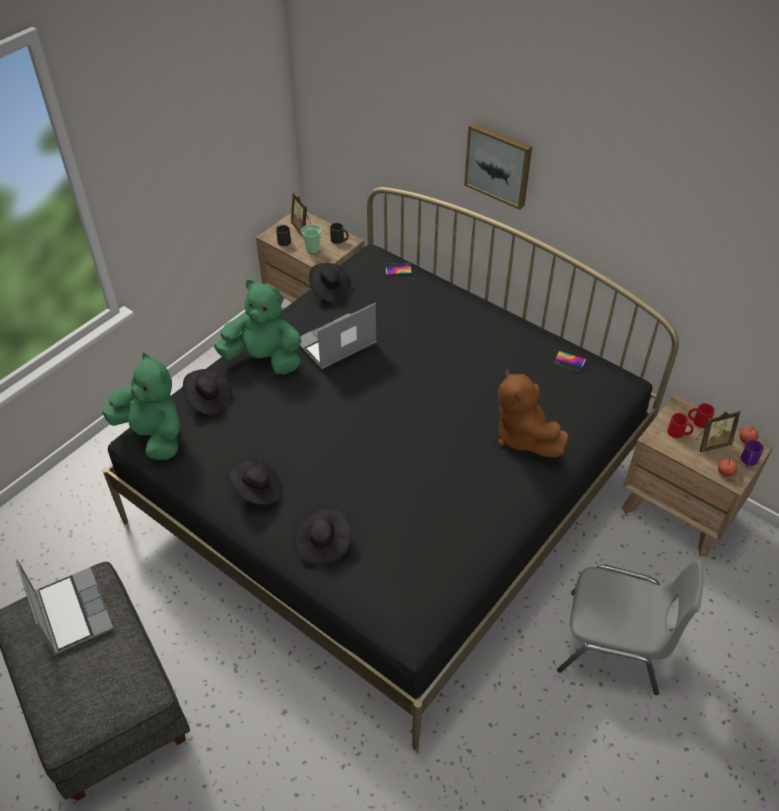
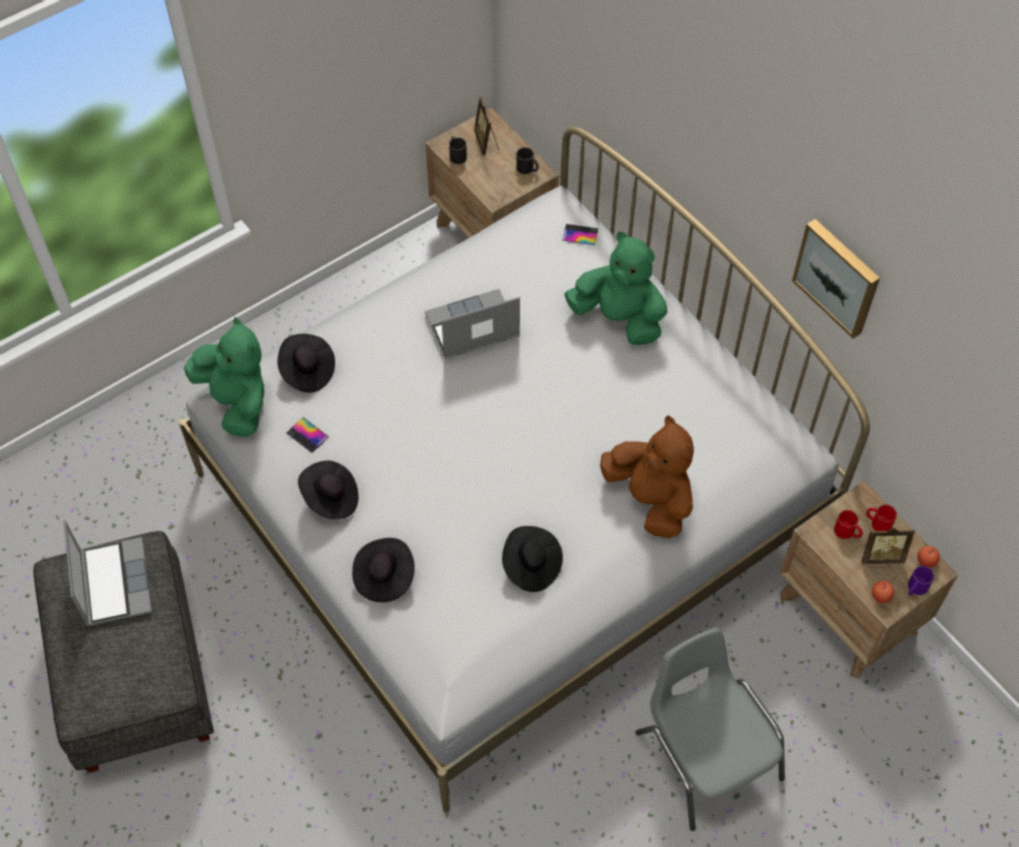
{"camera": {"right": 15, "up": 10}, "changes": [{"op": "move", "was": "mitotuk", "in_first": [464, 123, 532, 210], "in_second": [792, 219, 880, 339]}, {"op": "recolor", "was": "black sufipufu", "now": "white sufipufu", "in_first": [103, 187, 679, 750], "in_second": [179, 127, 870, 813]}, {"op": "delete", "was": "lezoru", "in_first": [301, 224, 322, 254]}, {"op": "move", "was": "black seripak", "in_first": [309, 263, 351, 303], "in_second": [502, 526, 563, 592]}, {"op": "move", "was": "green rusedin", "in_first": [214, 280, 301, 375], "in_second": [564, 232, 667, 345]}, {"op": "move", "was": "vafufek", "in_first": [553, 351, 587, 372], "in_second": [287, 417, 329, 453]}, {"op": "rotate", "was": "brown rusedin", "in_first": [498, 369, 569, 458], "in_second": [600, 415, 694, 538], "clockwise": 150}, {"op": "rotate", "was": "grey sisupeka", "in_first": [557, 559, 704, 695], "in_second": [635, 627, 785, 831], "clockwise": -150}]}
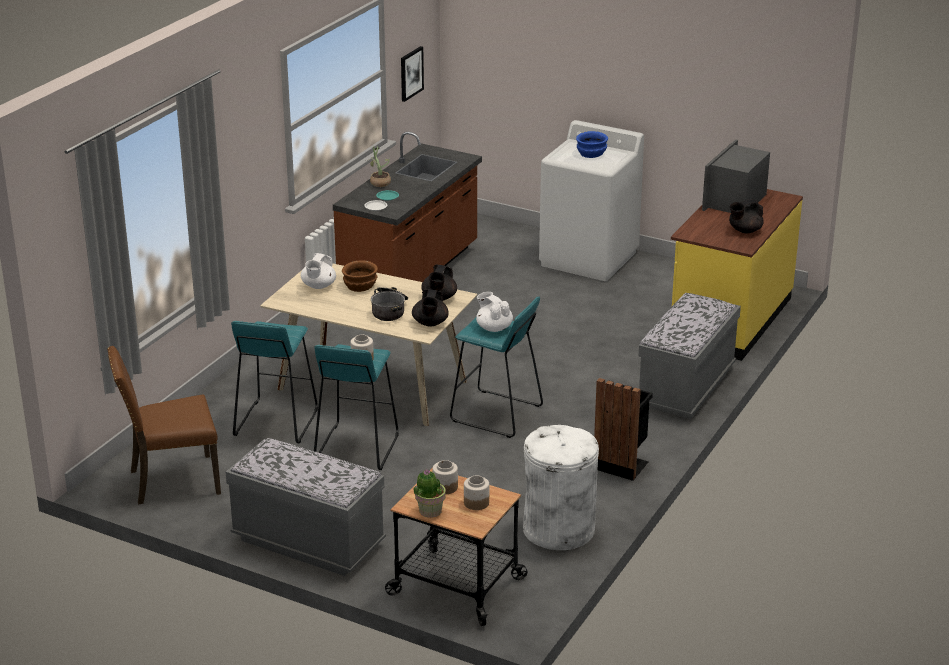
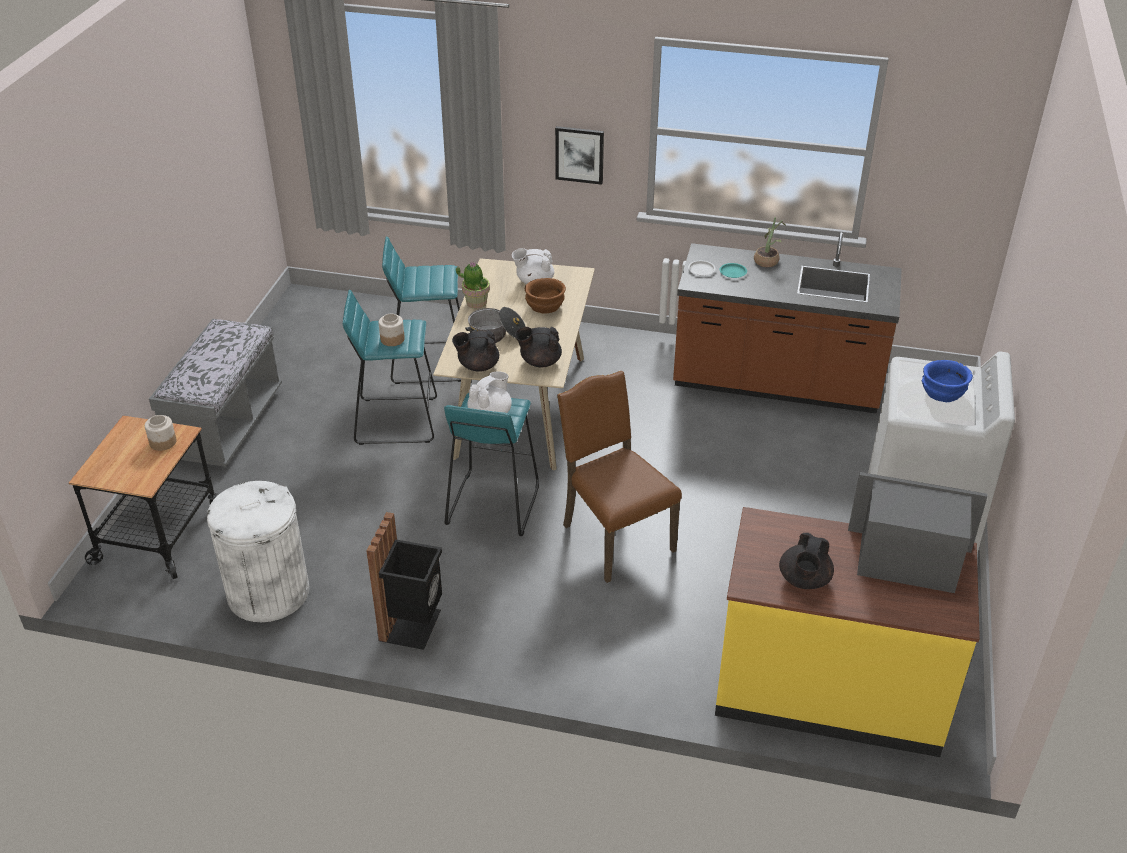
{"camera": {"right": 75, "up": 10}, "changes": [{"op": "move", "was": "mitotuk", "in_first": [401, 46, 424, 102], "in_second": [555, 126, 604, 185]}, {"op": "rotate", "was": "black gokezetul", "in_first": [729, 199, 764, 233], "in_second": [779, 533, 834, 589], "clockwise": -120}, {"op": "delete", "was": "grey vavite", "in_first": [638, 293, 741, 419]}, {"op": "move", "was": "brown sisupeka", "in_first": [107, 346, 221, 505], "in_second": [557, 371, 682, 583]}, {"op": "move", "was": "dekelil", "in_first": [414, 469, 446, 518], "in_second": [456, 262, 490, 309]}, {"op": "delete", "was": "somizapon", "in_first": [464, 475, 489, 510]}]}
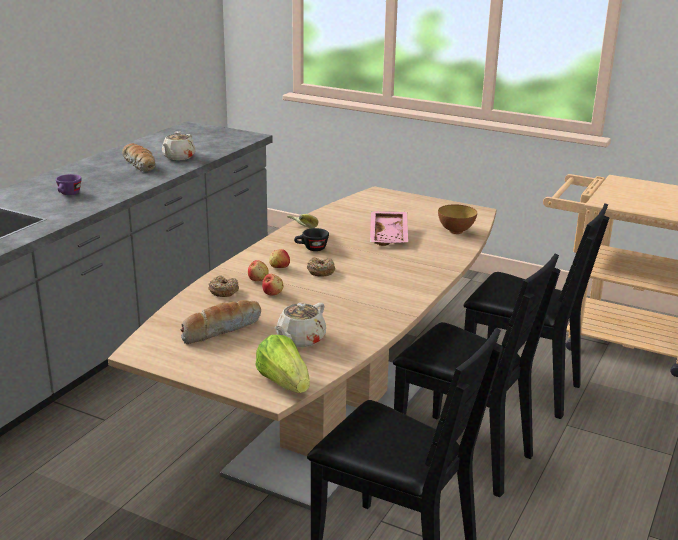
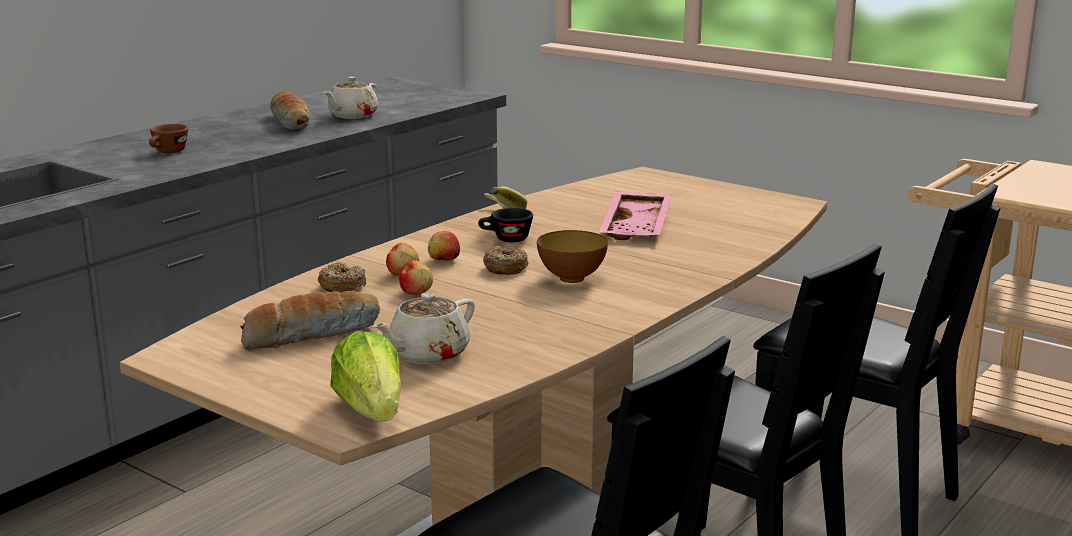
{"camera": {"right": 10, "up": -5}, "changes": [{"op": "recolor", "was": "purple lezoru", "now": "brown lezoru", "in_first": [56, 174, 82, 195], "in_second": [149, 124, 188, 153]}, {"op": "move", "was": "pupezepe", "in_first": [438, 204, 477, 234], "in_second": [537, 230, 608, 283]}]}
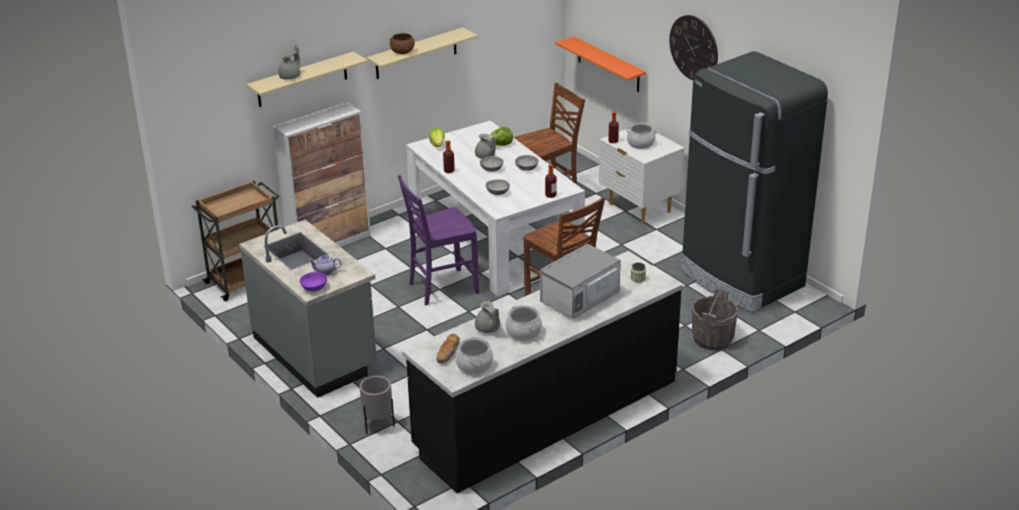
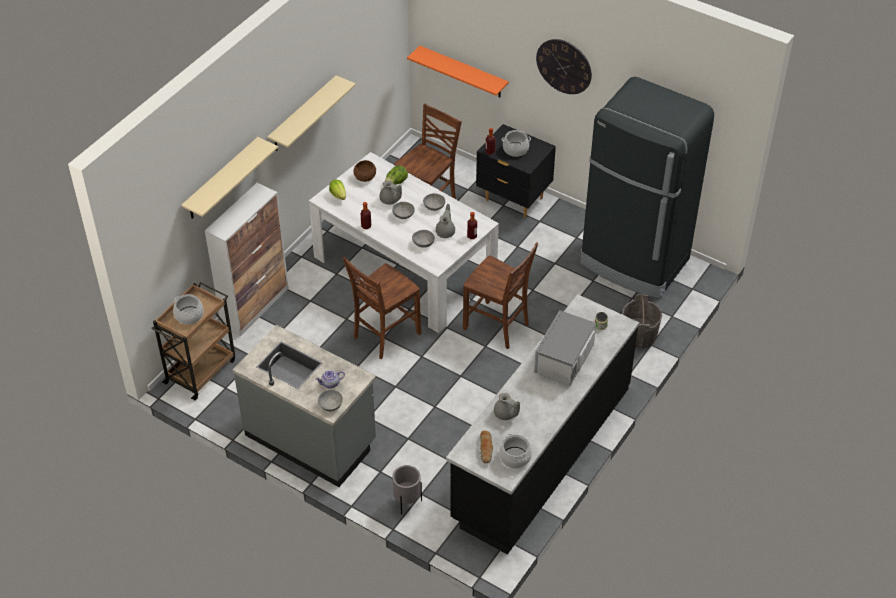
{"camera": {"right": -20, "up": 15}, "changes": [{"op": "move", "was": "brown pupezepe", "in_first": [390, 33, 415, 54], "in_second": [353, 160, 376, 182]}, {"op": "move", "was": "grey gokezetul", "in_first": [278, 44, 300, 80], "in_second": [436, 204, 455, 238]}, {"op": "recolor", "was": "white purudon", "now": "black purudon", "in_first": [599, 129, 685, 224], "in_second": [476, 124, 556, 218]}, {"op": "recolor", "was": "purple sisupeka", "now": "brown sisupeka", "in_first": [398, 175, 480, 305], "in_second": [343, 257, 421, 359]}, {"op": "recolor", "was": "purple pupezepe", "now": "grey pupezepe", "in_first": [300, 272, 327, 292], "in_second": [318, 390, 343, 411]}, {"op": "move", "was": "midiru", "in_first": [505, 306, 542, 341], "in_second": [173, 294, 204, 325]}]}
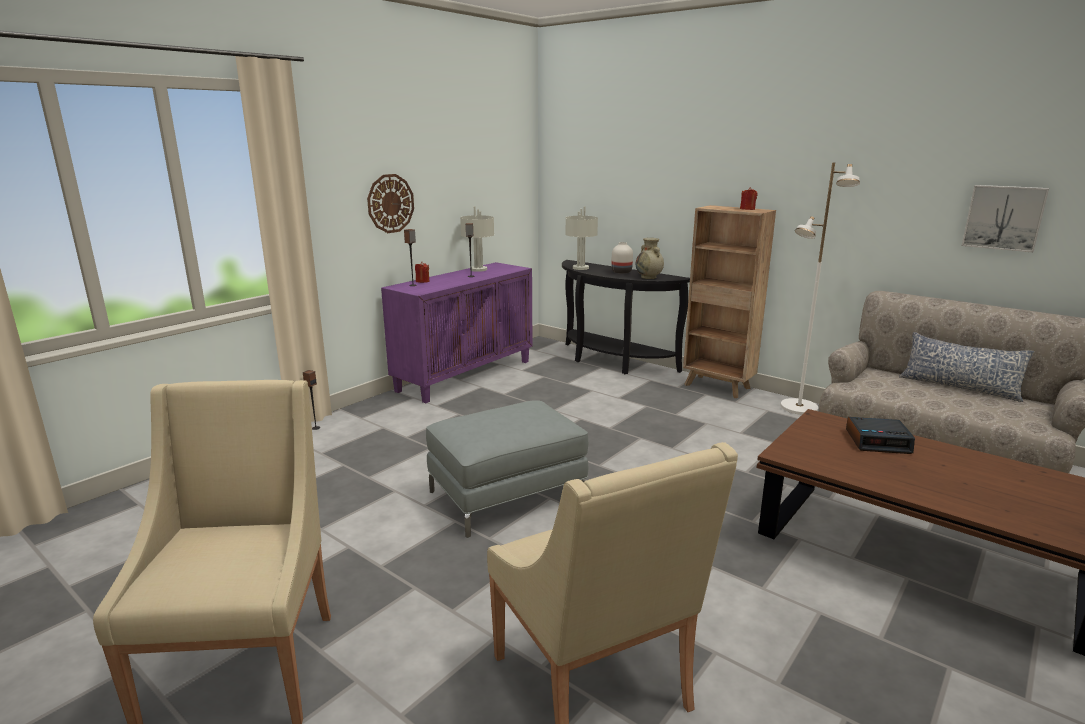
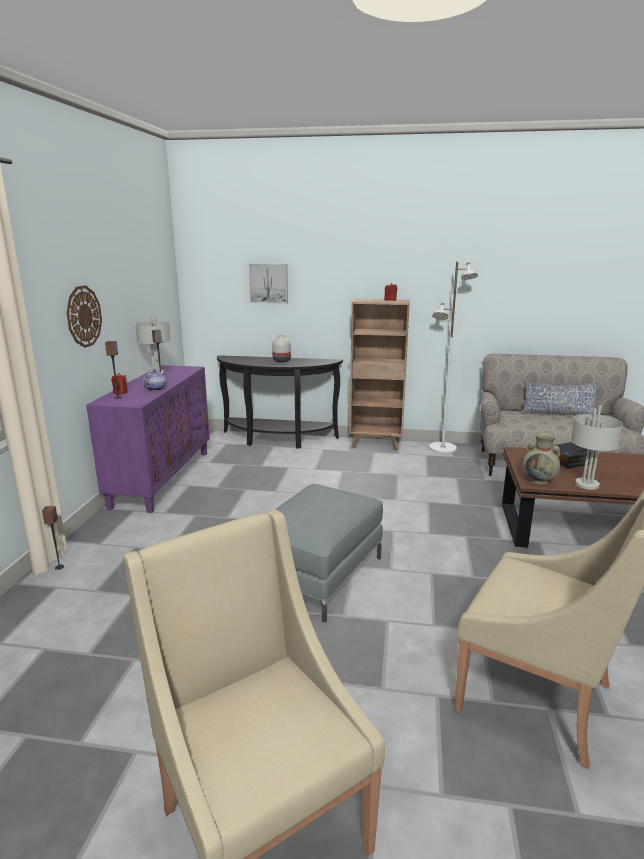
{"camera": {"right": -30, "up": 0}, "changes": [{"op": "move", "was": "mitotuk", "in_first": [962, 185, 1049, 253], "in_second": [248, 263, 288, 304]}, {"op": "move", "was": "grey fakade", "in_first": [565, 206, 598, 270], "in_second": [571, 405, 623, 490]}, {"op": "move", "was": "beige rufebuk", "in_first": [636, 238, 664, 279], "in_second": [523, 432, 560, 485]}, {"op": "insert", "now": "gokezetul", "in_second": [142, 369, 167, 391]}]}
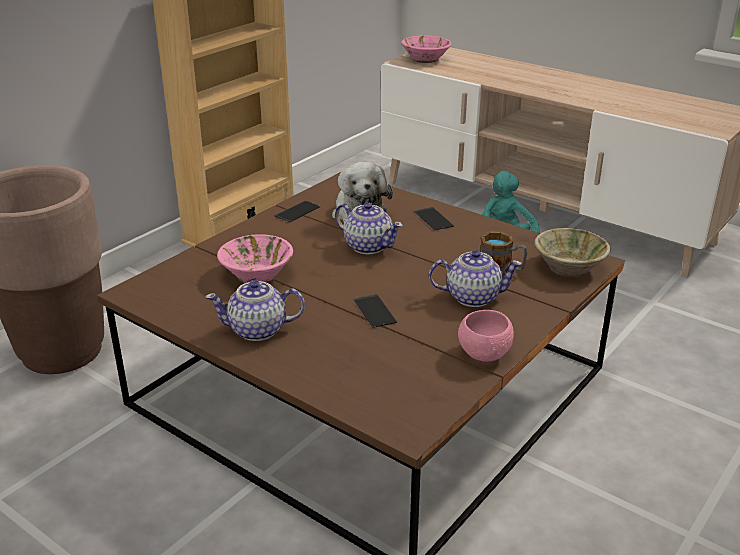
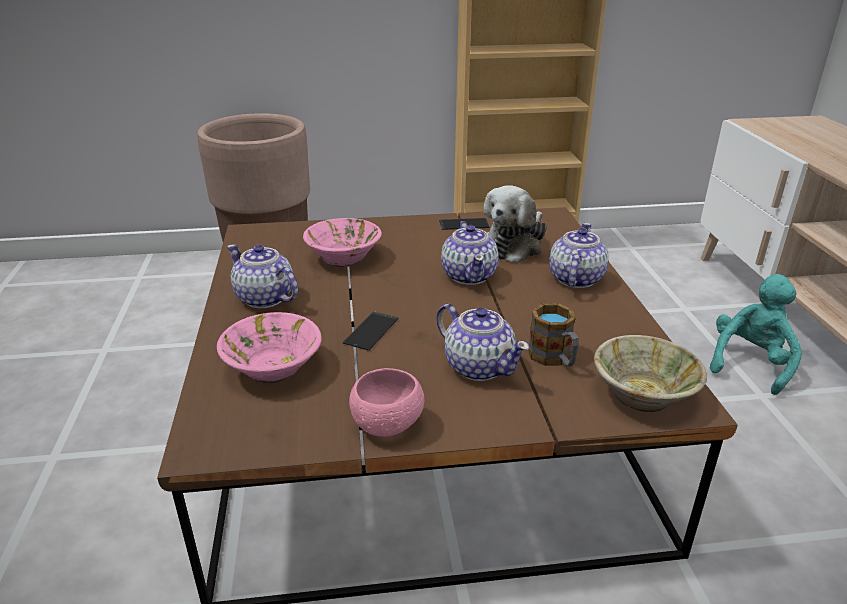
{"camera": {"right": 45, "up": 0}, "changes": [{"op": "move", "was": "pink pupezepe", "in_first": [401, 35, 452, 63], "in_second": [217, 312, 322, 383]}, {"op": "replace", "was": "vafufek", "now": "gokezetul", "in_first": [414, 207, 454, 230], "in_second": [549, 223, 609, 288]}]}
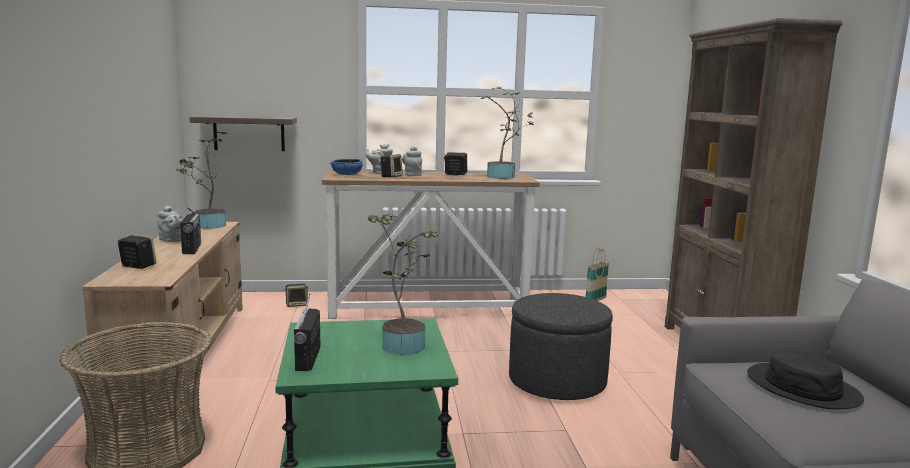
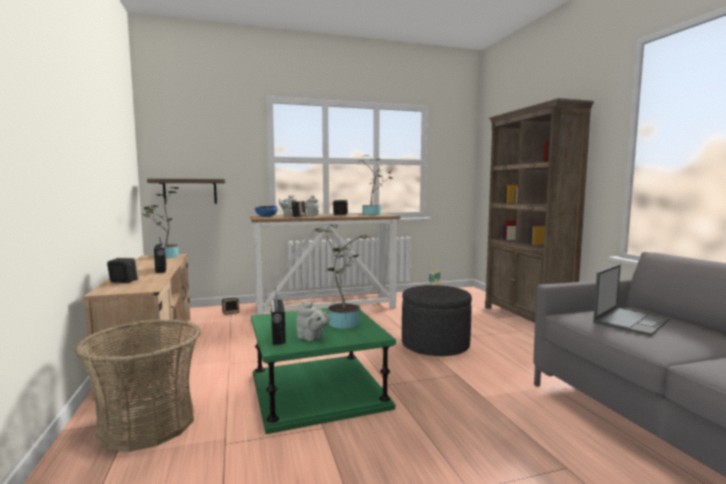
{"camera": {"right": -10, "up": -5}, "changes": [{"op": "move", "was": "grey gokezetul", "in_first": [158, 206, 183, 242], "in_second": [296, 301, 330, 341]}, {"op": "replace", "was": "black seripak", "now": "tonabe", "in_first": [747, 350, 864, 410], "in_second": [593, 264, 670, 336]}]}
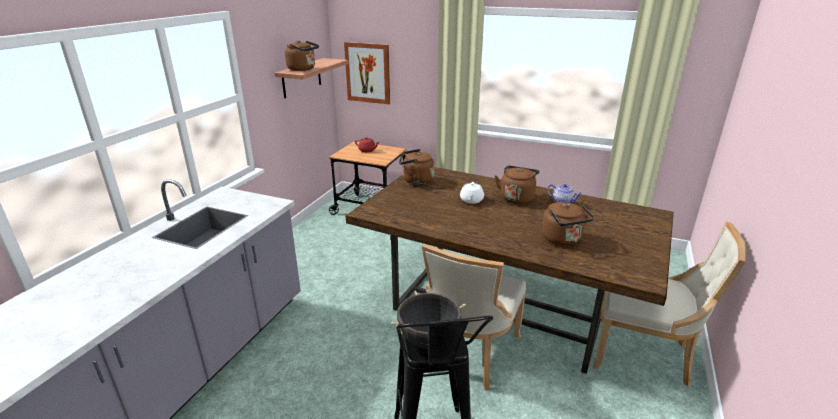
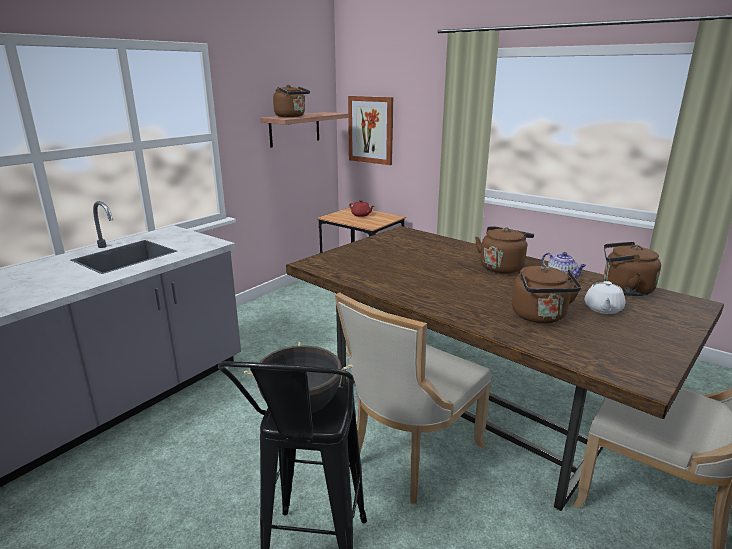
{"camera": {"right": 15, "up": -5}, "changes": [{"op": "move", "was": "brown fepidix", "in_first": [399, 149, 434, 185], "in_second": [604, 242, 661, 296]}, {"op": "move", "was": "white gokezetul", "in_first": [460, 182, 484, 204], "in_second": [585, 281, 625, 314]}]}
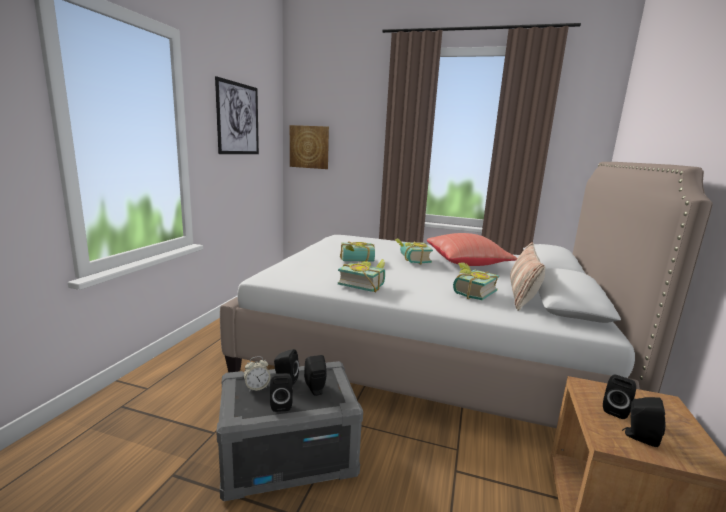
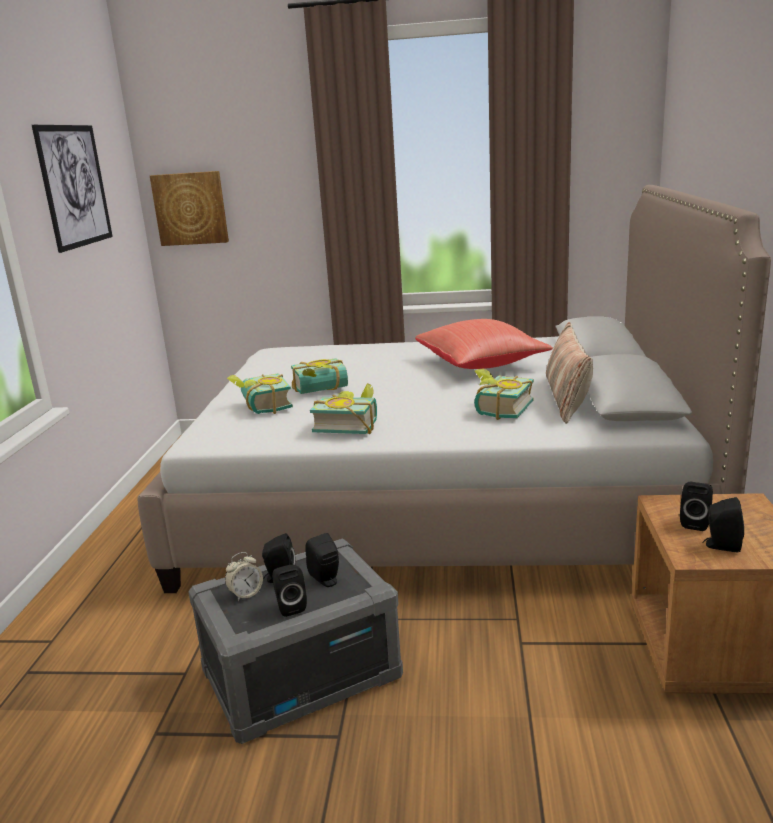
{"camera": {"right": -10, "up": 5}, "changes": [{"op": "move", "was": "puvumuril", "in_first": [395, 238, 433, 265], "in_second": [227, 373, 293, 414]}]}
